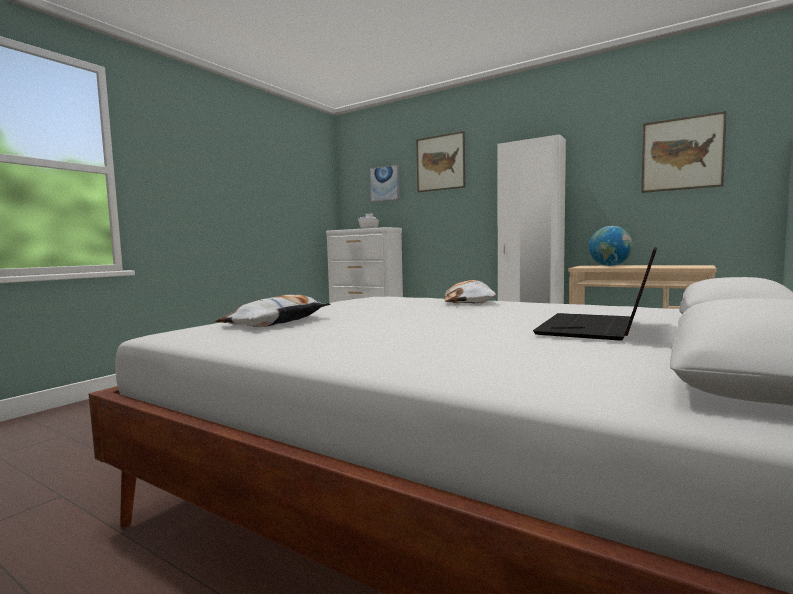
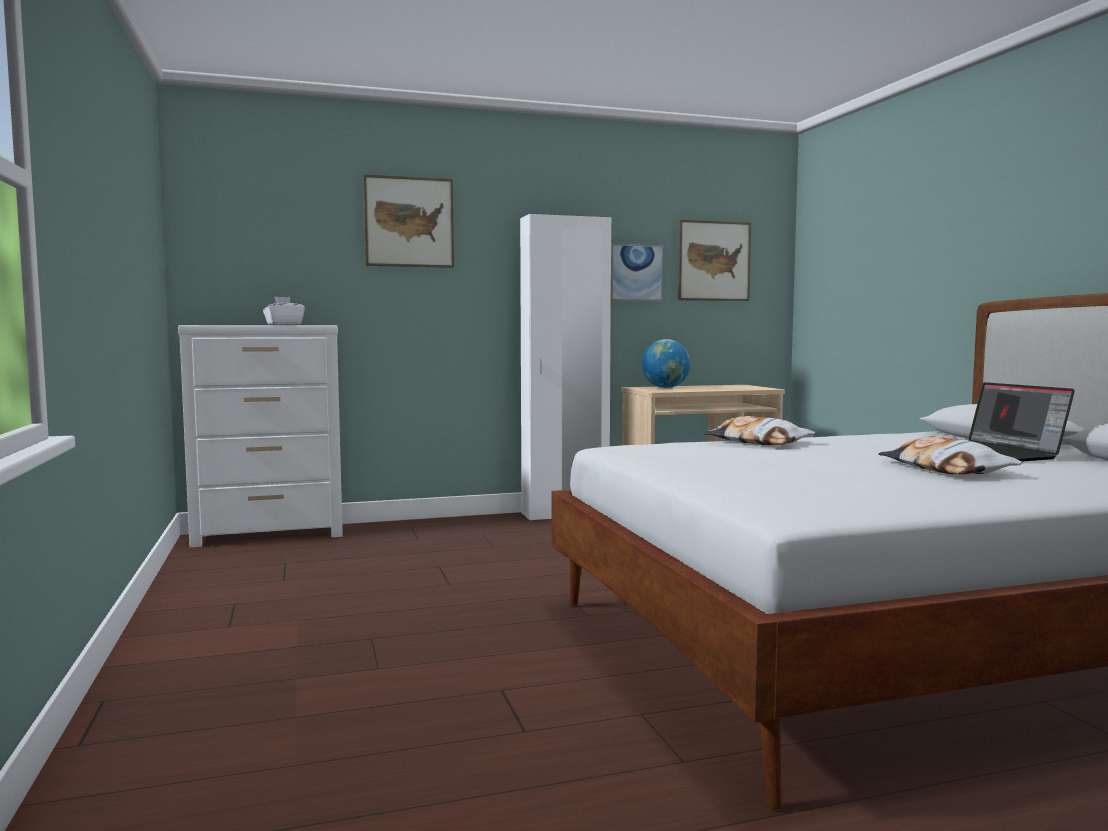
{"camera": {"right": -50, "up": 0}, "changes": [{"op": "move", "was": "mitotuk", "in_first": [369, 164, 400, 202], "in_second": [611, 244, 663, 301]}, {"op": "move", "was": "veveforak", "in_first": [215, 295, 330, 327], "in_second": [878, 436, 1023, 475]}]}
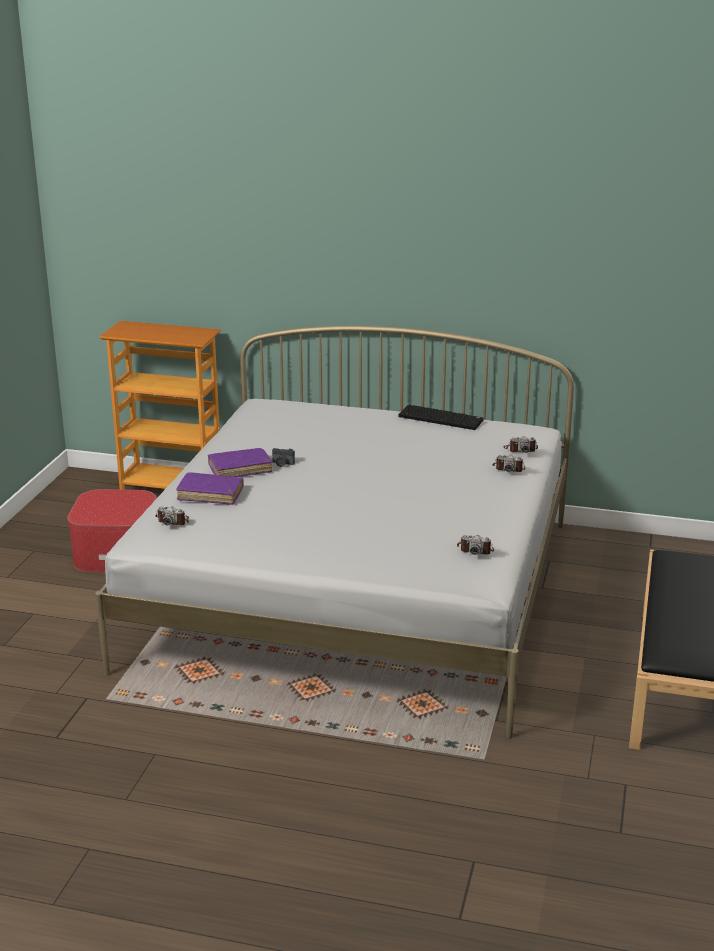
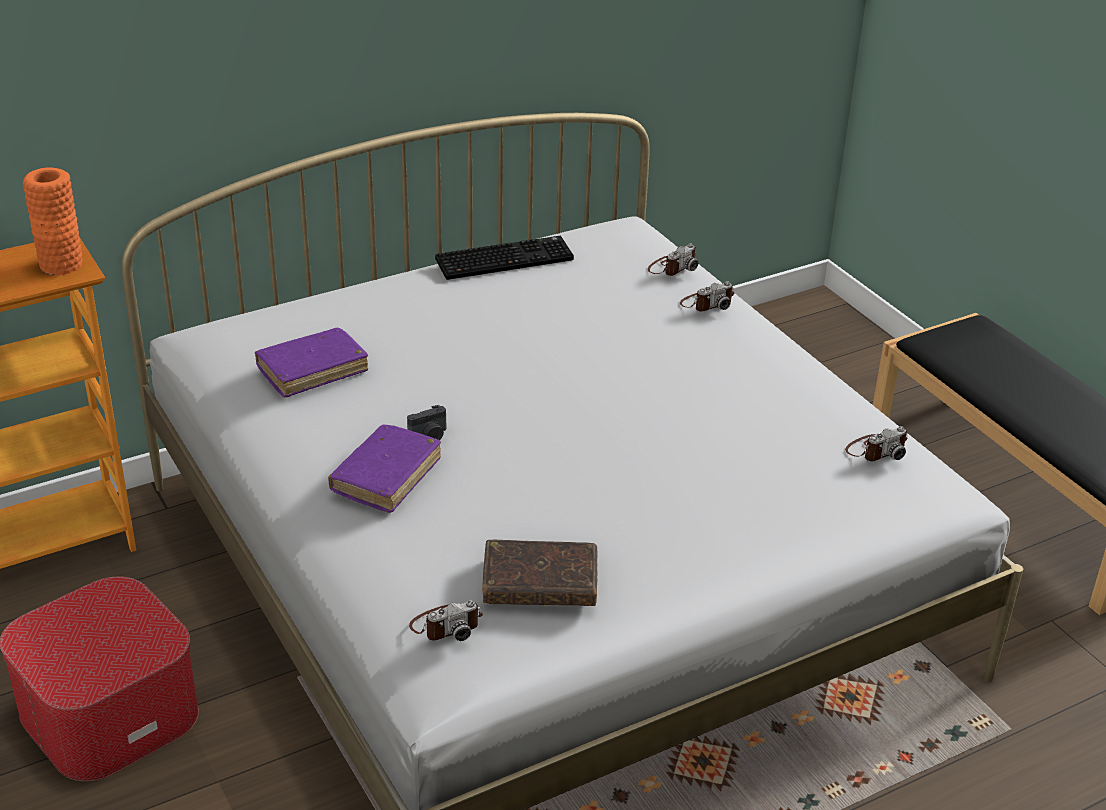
{"camera": {"right": -45, "up": 10}, "changes": [{"op": "move", "was": "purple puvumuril", "in_first": [176, 472, 244, 505], "in_second": [255, 328, 368, 398]}, {"op": "insert", "now": "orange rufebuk", "in_second": [23, 167, 82, 275]}, {"op": "insert", "now": "brown puvumuril", "in_second": [482, 540, 598, 606]}]}
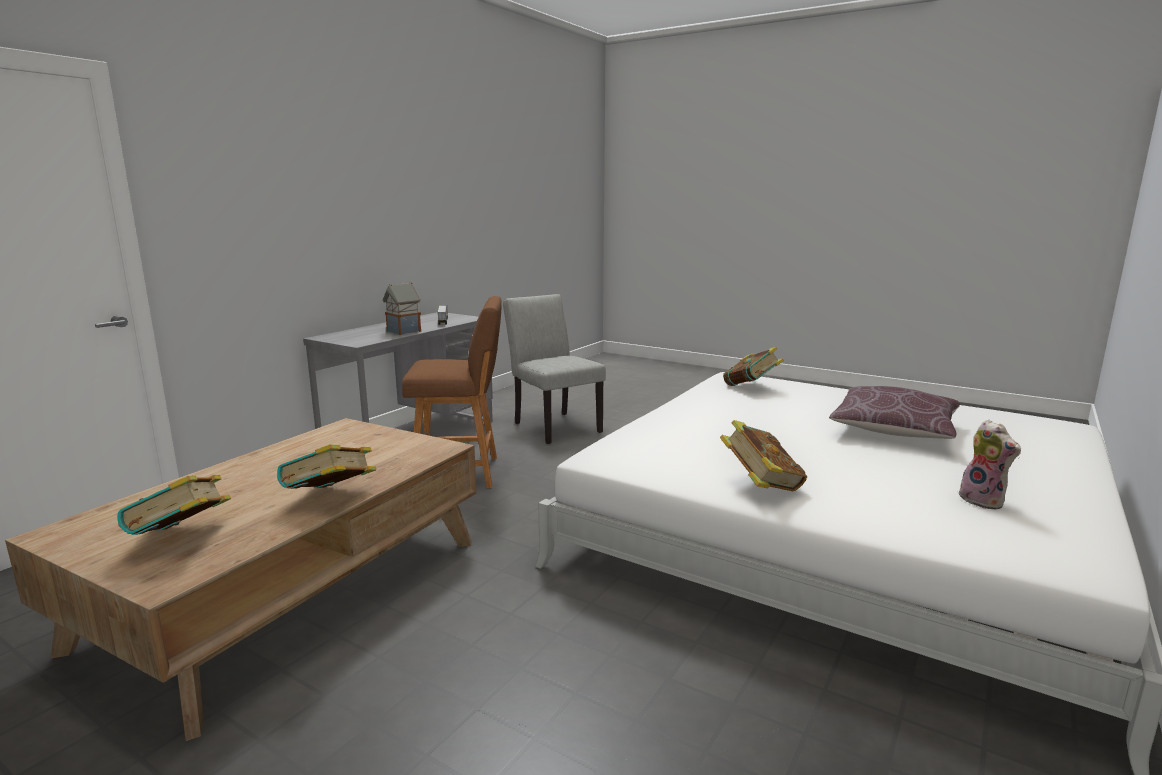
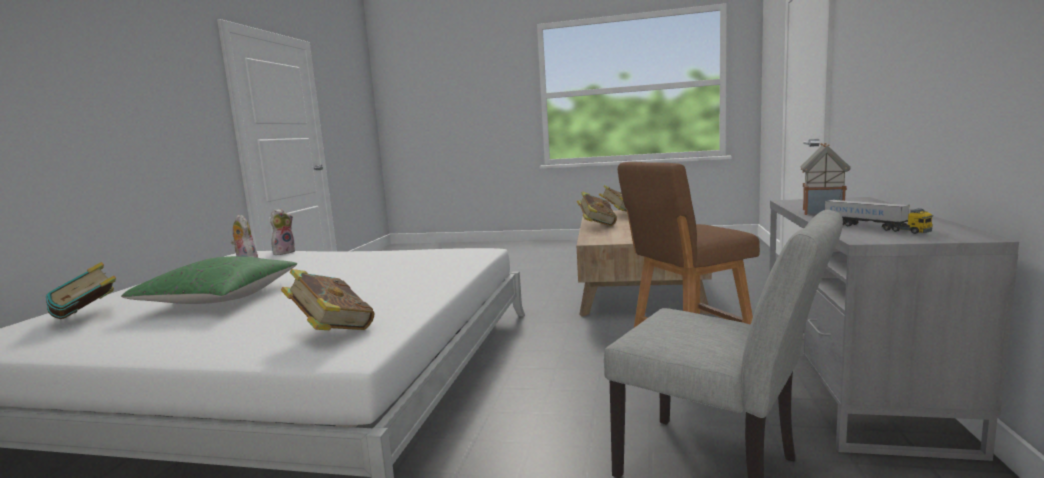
{"camera": {"right": 160, "up": -5}, "changes": [{"op": "recolor", "was": "brown veveforak", "now": "green veveforak", "in_first": [829, 386, 960, 439], "in_second": [121, 256, 297, 304]}, {"op": "move", "was": "puvumuril", "in_first": [720, 420, 807, 491], "in_second": [46, 262, 116, 319]}, {"op": "insert", "now": "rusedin", "in_second": [270, 208, 295, 255]}]}
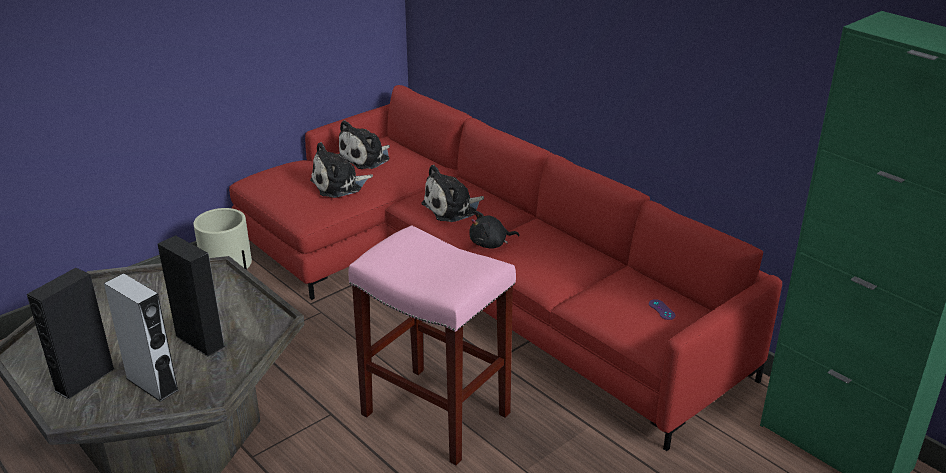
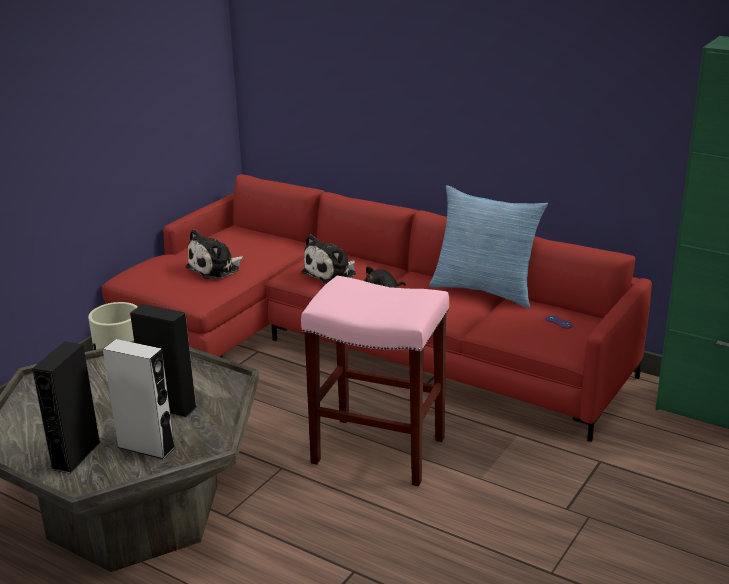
{"camera": {"right": -15, "up": -5}, "changes": [{"op": "delete", "was": "rusedin", "in_first": [339, 120, 390, 169]}, {"op": "insert", "now": "veveforak", "in_second": [429, 185, 548, 308]}]}
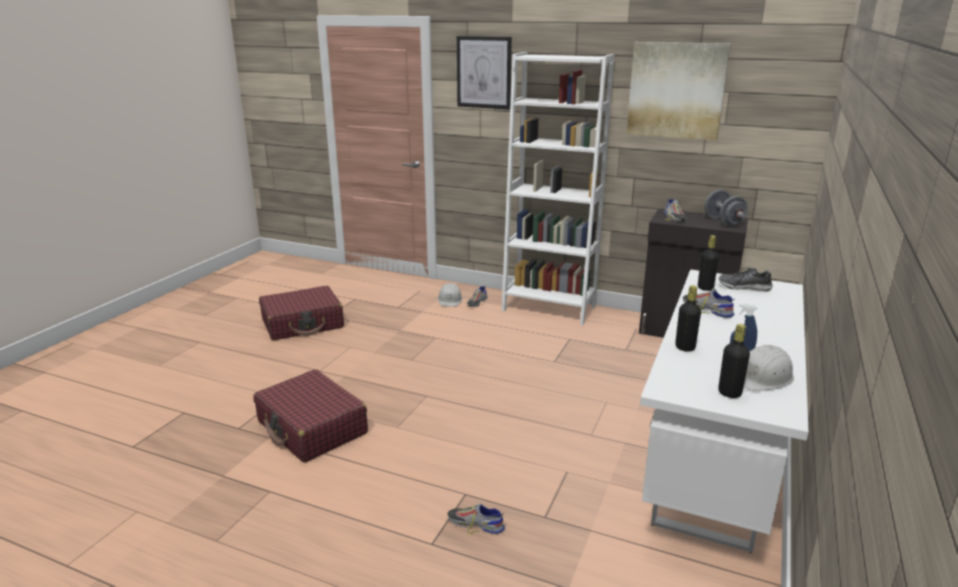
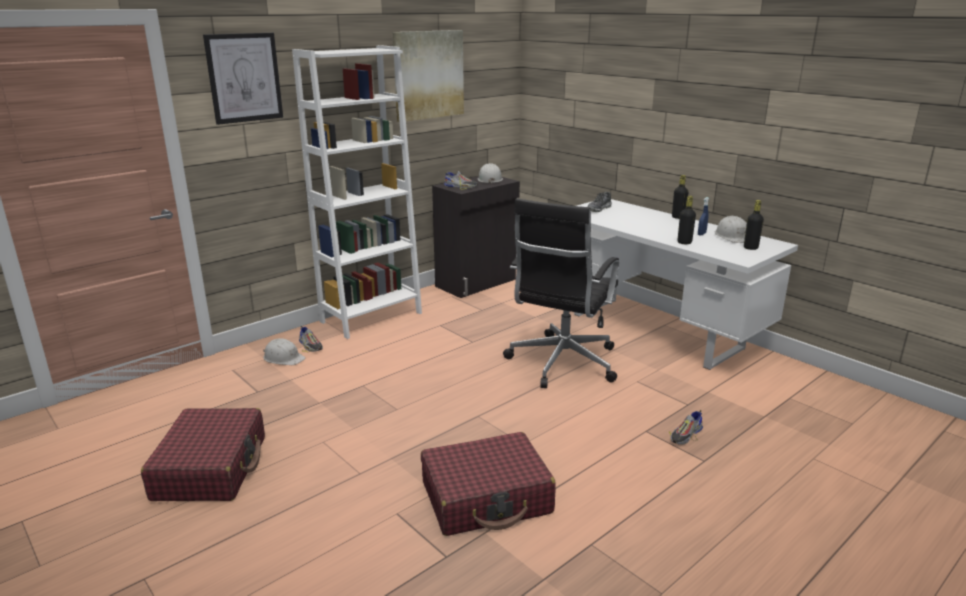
{"camera": {"right": -65, "up": 0}, "changes": [{"op": "replace", "was": "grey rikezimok", "now": "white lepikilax", "in_first": [704, 190, 748, 226], "in_second": [478, 163, 503, 184]}, {"op": "move", "was": "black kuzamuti", "in_first": [698, 235, 719, 291], "in_second": [672, 175, 688, 219]}, {"op": "delete", "was": "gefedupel", "in_first": [683, 288, 735, 318]}, {"op": "insert", "now": "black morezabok", "in_second": [503, 198, 619, 388]}]}
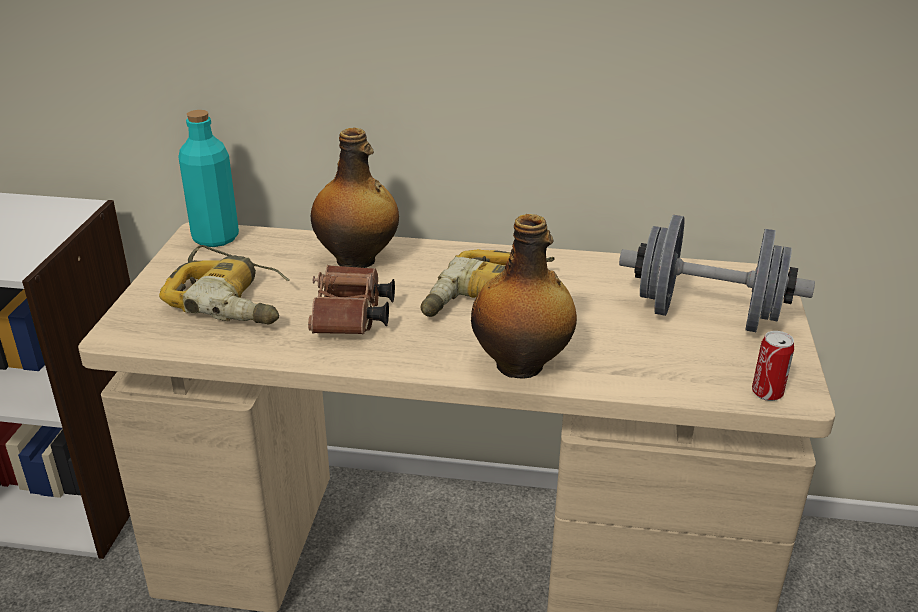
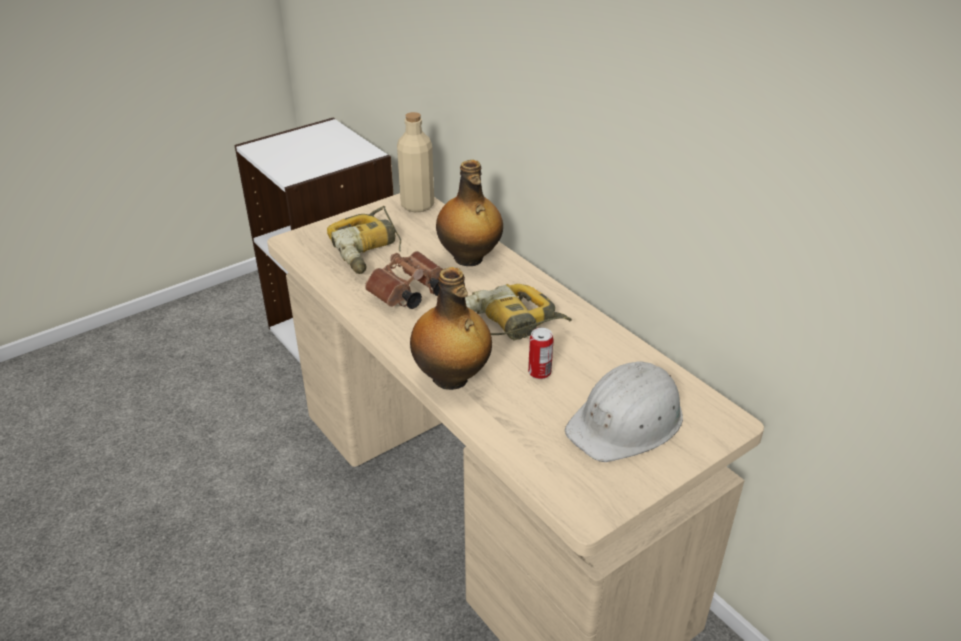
{"camera": {"right": 45, "up": 5}, "changes": [{"op": "recolor", "was": "turquoise kuzamuti", "now": "beige kuzamuti", "in_first": [178, 110, 239, 247], "in_second": [397, 112, 434, 212]}, {"op": "replace", "was": "grey rikezimok", "now": "white lepikilax", "in_first": [619, 215, 815, 332], "in_second": [565, 361, 683, 462]}, {"op": "move", "was": "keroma", "in_first": [752, 331, 794, 401], "in_second": [528, 327, 554, 379]}]}
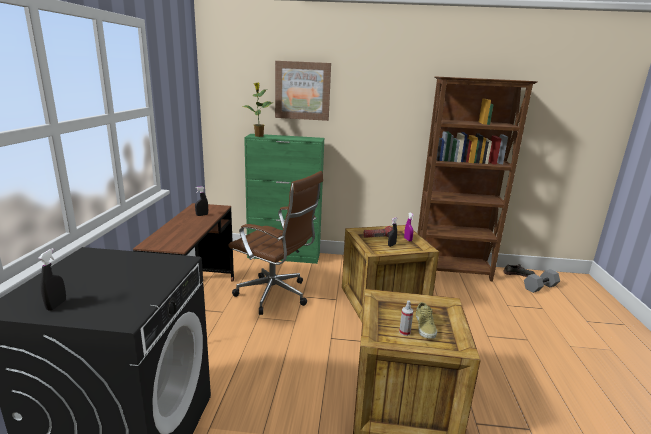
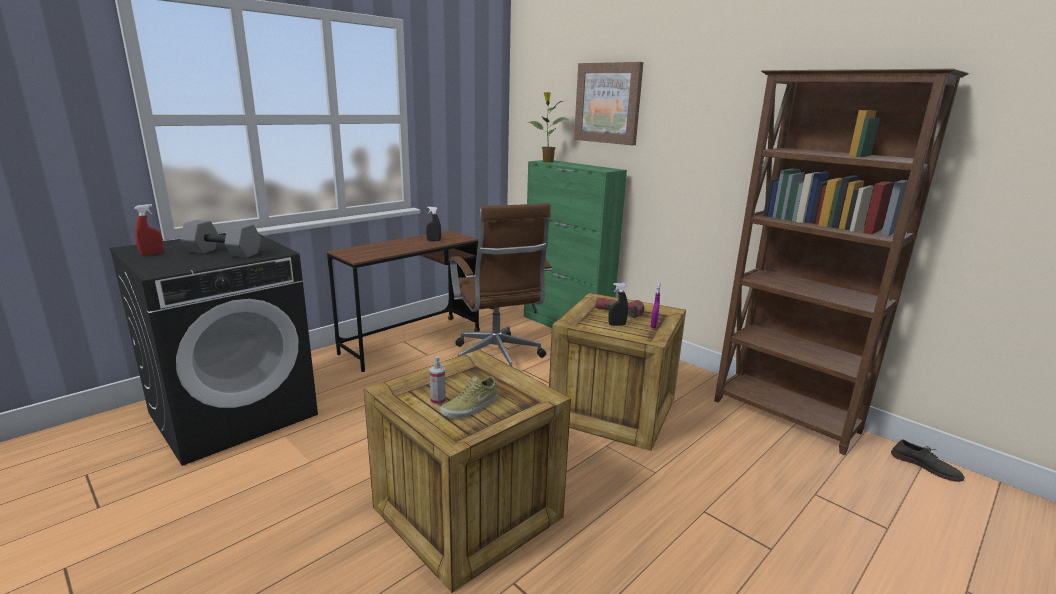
{"camera": {"right": 40, "up": 0}, "changes": [{"op": "recolor", "was": "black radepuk", "now": "red radepuk", "in_first": [38, 248, 66, 311], "in_second": [134, 204, 164, 256]}, {"op": "move", "was": "grey rikezimok", "in_first": [524, 269, 560, 293], "in_second": [181, 220, 261, 258]}]}
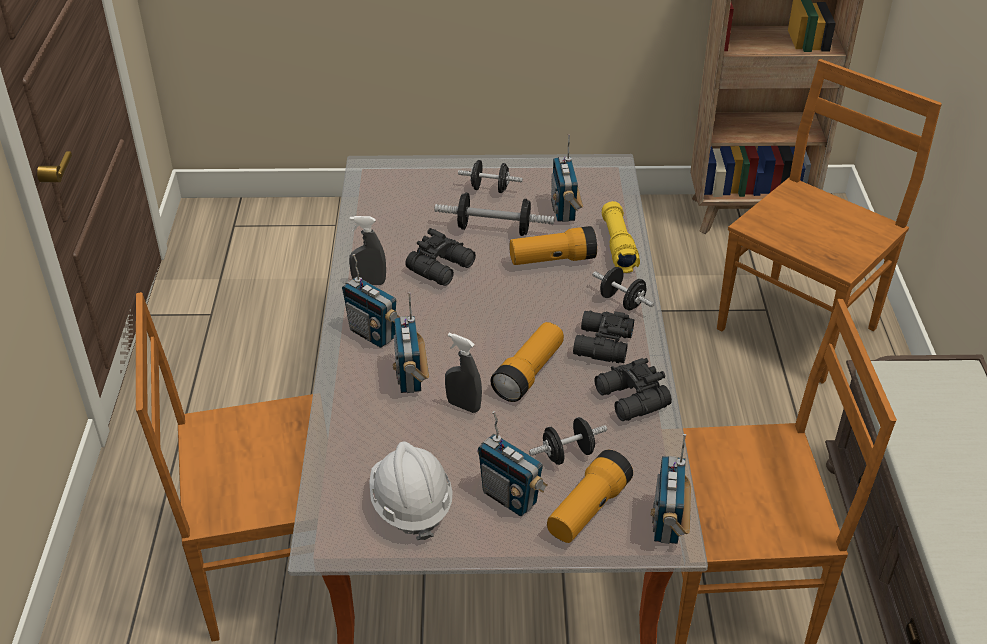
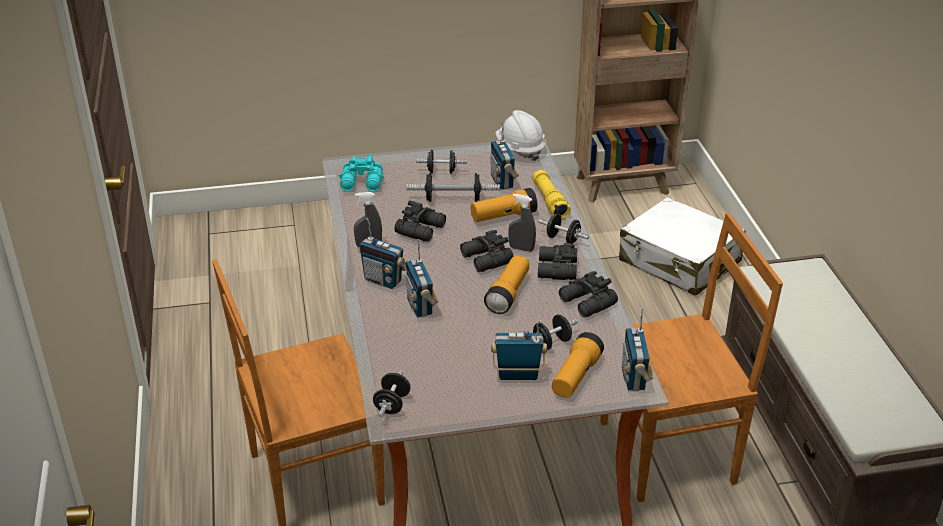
{"camera": {"right": -10, "up": -5}, "changes": [{"op": "replace", "was": "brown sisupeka", "now": "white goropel", "in_first": [717, 59, 942, 384], "in_second": [619, 197, 745, 296]}, {"op": "move", "was": "grey radepuk", "in_first": [445, 333, 482, 413], "in_second": [508, 194, 536, 252]}, {"op": "rotate", "was": "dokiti", "in_first": [477, 411, 548, 516], "in_second": [491, 320, 547, 380], "clockwise": 150}, {"op": "move", "was": "white lepikilax", "in_first": [369, 441, 453, 540], "in_second": [495, 110, 546, 161]}, {"op": "insert", "now": "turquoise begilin", "in_second": [339, 154, 384, 191]}, {"op": "insert", "now": "black begilin", "in_second": [460, 230, 513, 272]}, {"op": "insert", "now": "black rikezimok", "in_second": [373, 371, 410, 417]}]}
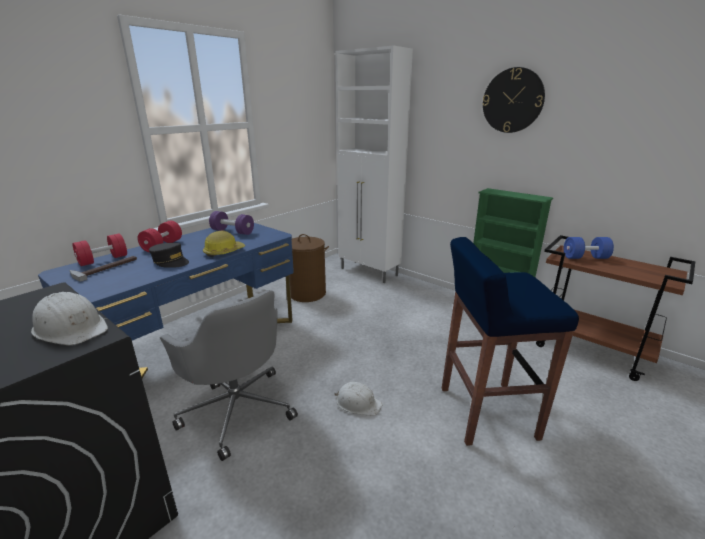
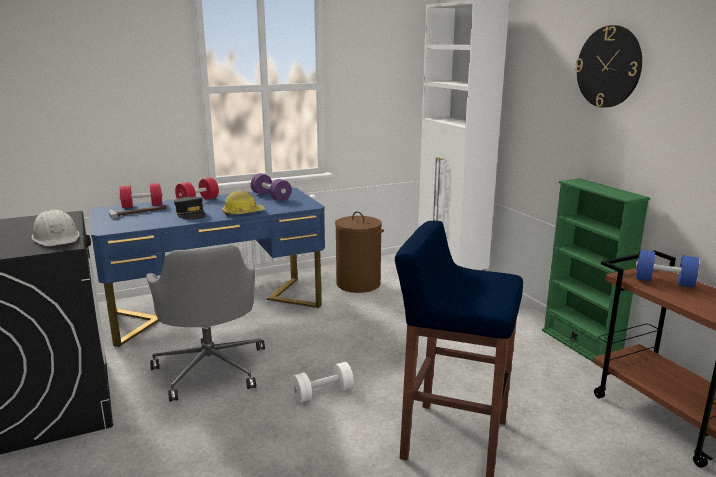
{"camera": {"right": 25, "up": -5}, "changes": [{"op": "replace", "was": "white lepikilax", "now": "white rikezimok", "in_first": [335, 382, 382, 416], "in_second": [291, 362, 354, 403]}]}
